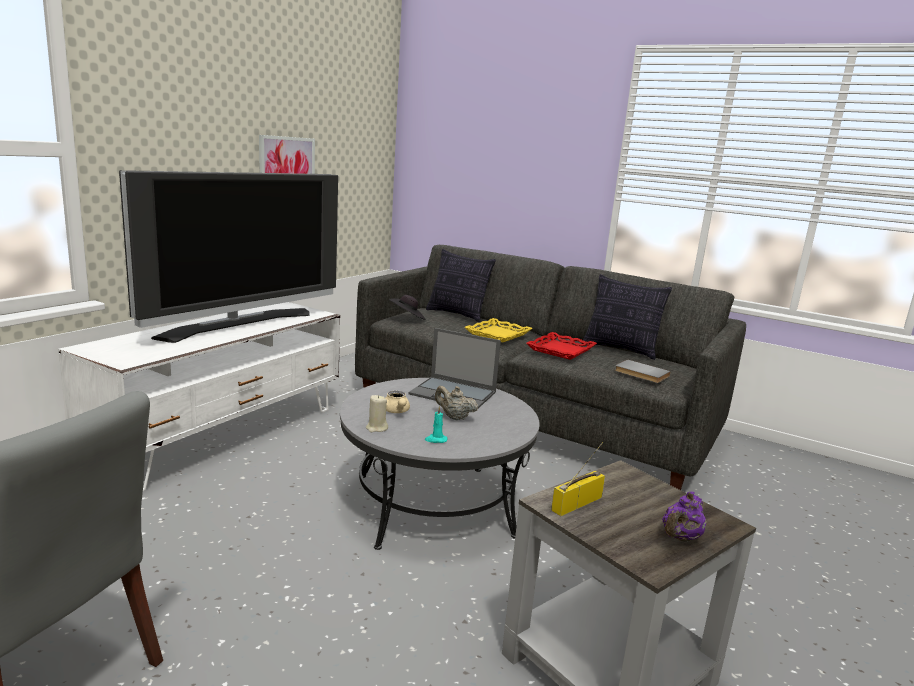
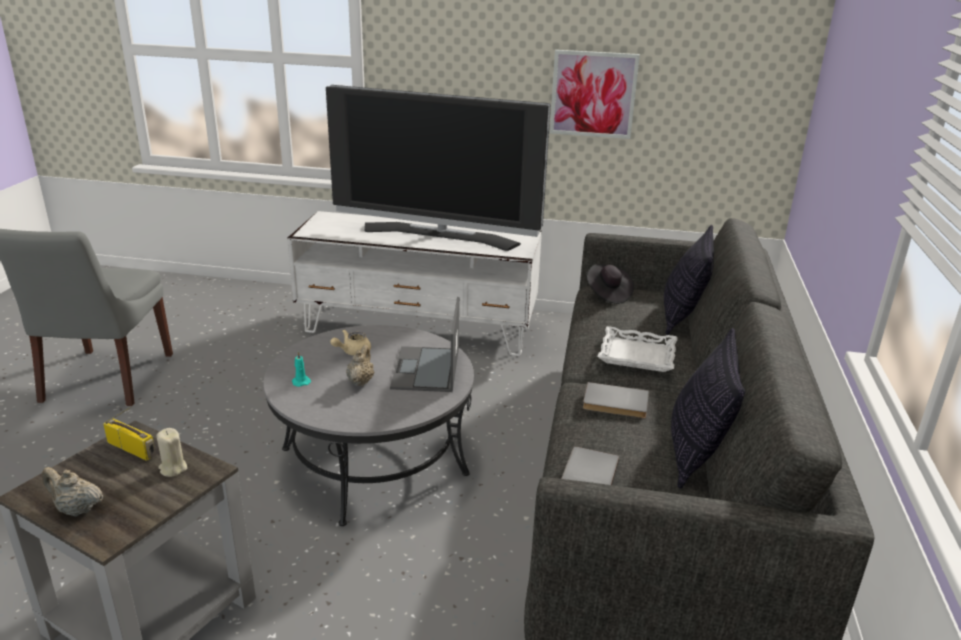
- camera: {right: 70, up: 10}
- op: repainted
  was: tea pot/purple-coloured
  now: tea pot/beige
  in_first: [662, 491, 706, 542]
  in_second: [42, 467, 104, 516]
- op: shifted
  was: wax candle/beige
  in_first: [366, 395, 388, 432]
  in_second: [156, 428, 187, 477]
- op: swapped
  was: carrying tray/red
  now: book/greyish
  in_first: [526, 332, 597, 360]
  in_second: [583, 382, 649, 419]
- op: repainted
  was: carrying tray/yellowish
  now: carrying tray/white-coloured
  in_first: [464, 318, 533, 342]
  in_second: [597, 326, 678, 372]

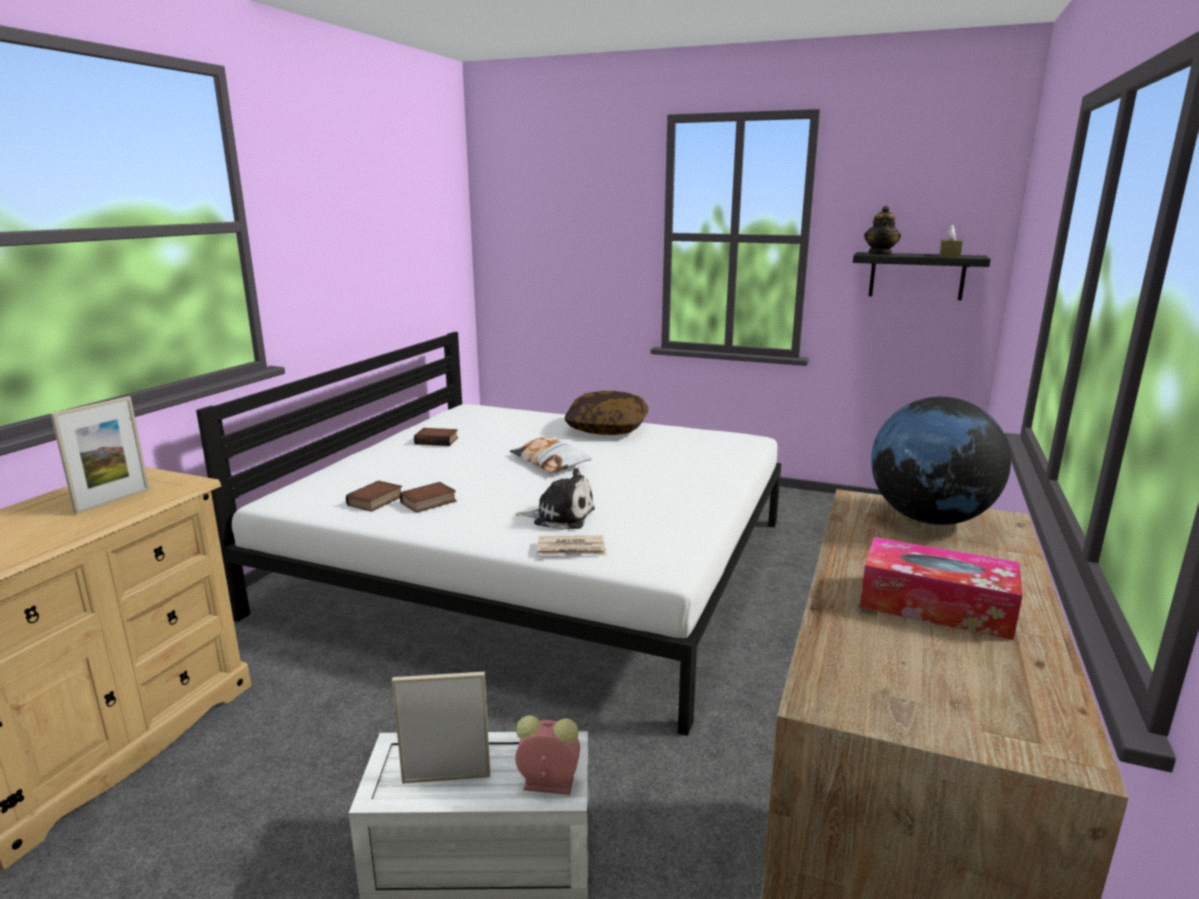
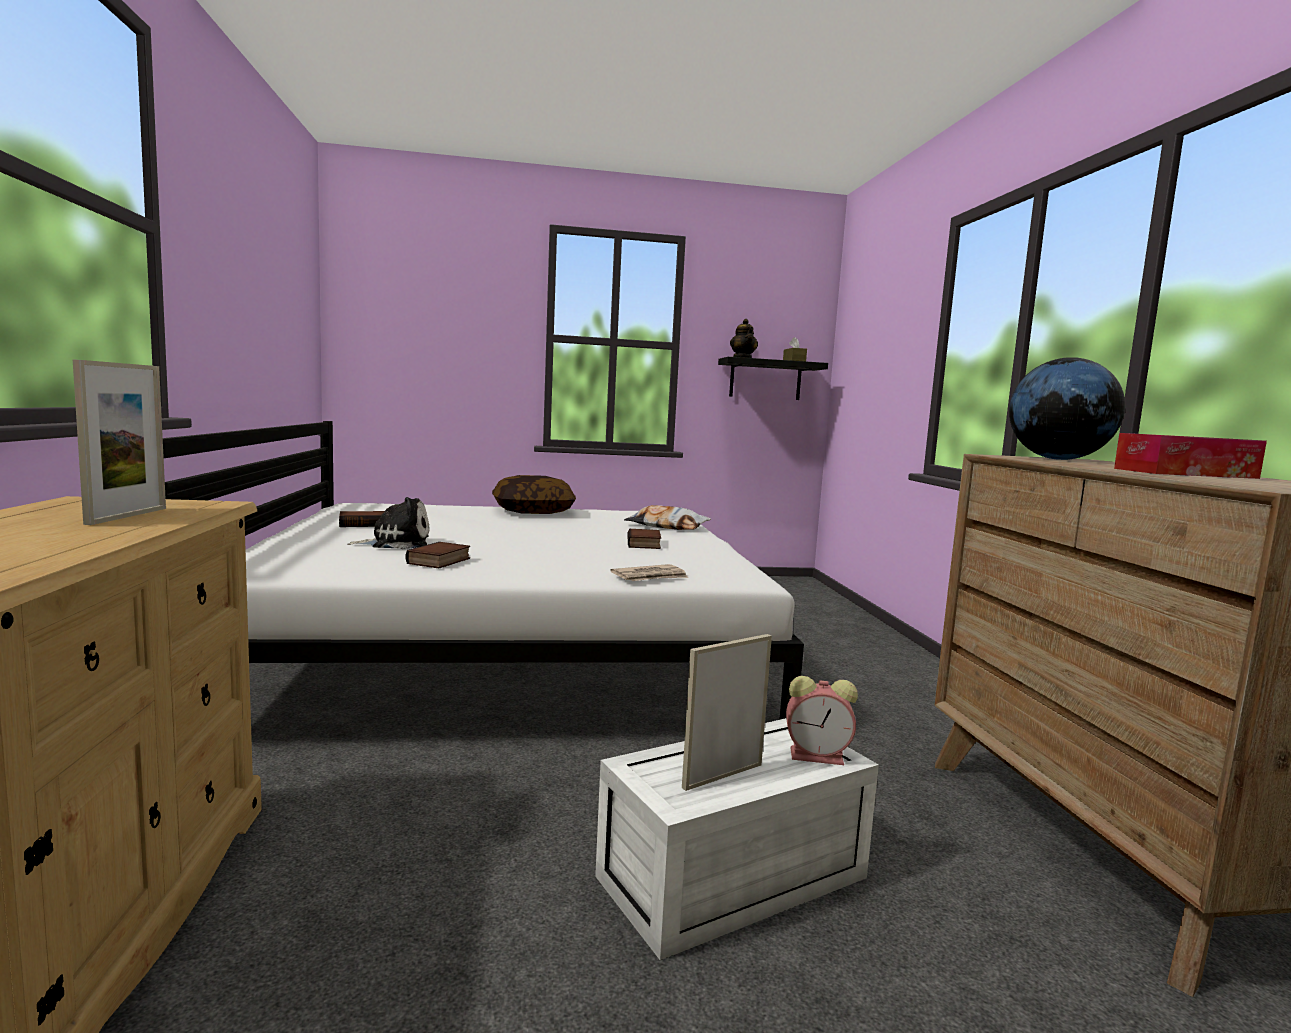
- camera: {right: -30, up: -10}
- op: shifted
  was: plush toy
  in_first: [516, 468, 595, 530]
  in_second: [348, 497, 429, 549]
- op: shifted
  was: pillow
  in_first: [509, 437, 592, 473]
  in_second: [624, 505, 711, 530]
- op: shifted
  was: book
  in_first: [346, 481, 402, 512]
  in_second: [627, 529, 661, 549]
- op: rotated
  was: table clock
  in_first: [515, 715, 580, 795]
  in_second: [786, 676, 858, 765]
  clockwise: -150

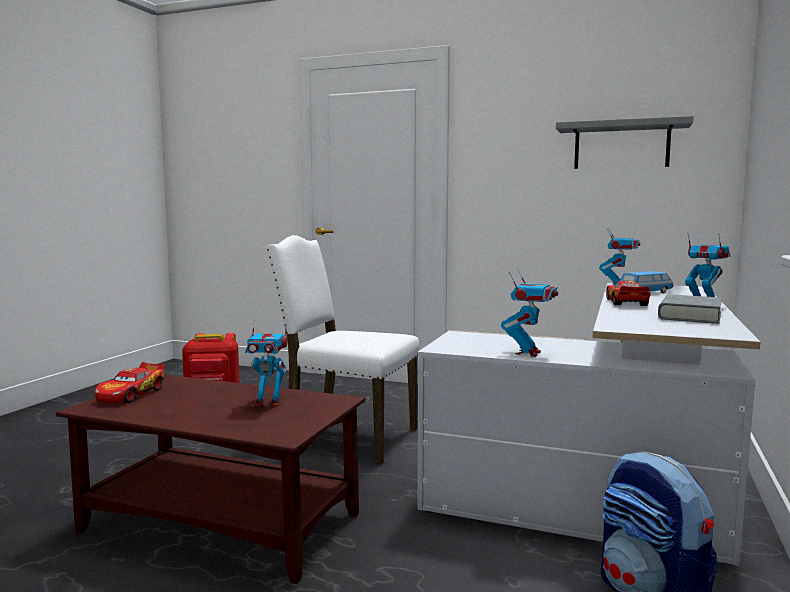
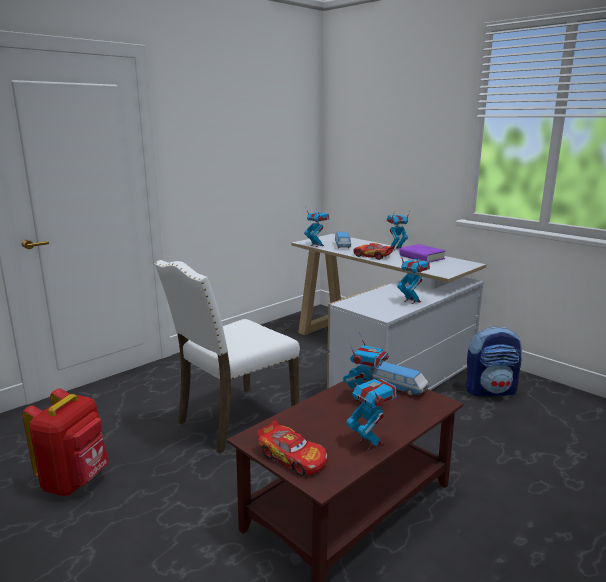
- camera: {right: -65, up: 10}
- op: new
  now: toy robot
  in_second: [346, 375, 397, 450]
- op: new
  now: toy car
  in_second: [372, 362, 429, 396]
- op: repainted
  was: book/greyish
  now: book/purple-coloured
  in_first: [658, 294, 722, 324]
  in_second: [399, 244, 446, 262]
- op: gone
  was: shelf/greyish
  in_first: [556, 116, 694, 169]

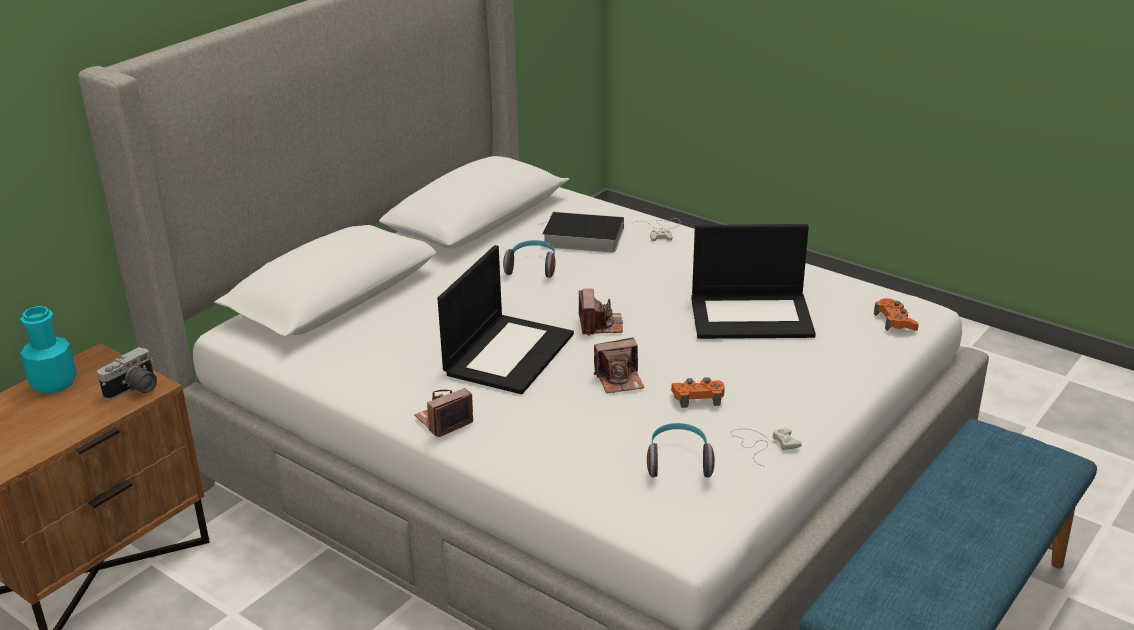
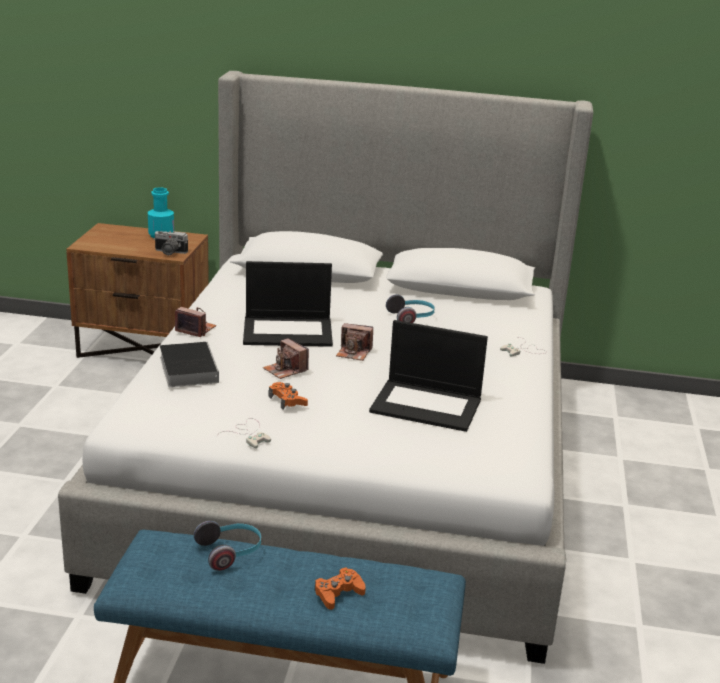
- camera: {right: 60, up: -5}
- op: shifted
  was: book
  in_first: [539, 212, 624, 253]
  in_second: [160, 342, 219, 387]
- op: shifted
  was: headphones
  in_first: [647, 423, 715, 478]
  in_second: [194, 521, 261, 571]
- op: shifted
  was: gamepad/orange
  in_first: [874, 298, 919, 331]
  in_second: [315, 567, 366, 610]
- op: rotated
  was: still camera
  in_first: [579, 289, 623, 336]
  in_second: [336, 323, 373, 361]
  clockwise: 45
- op: rotated
  was: laptop
  in_first: [691, 224, 816, 339]
  in_second: [369, 320, 488, 432]
  clockwise: -45

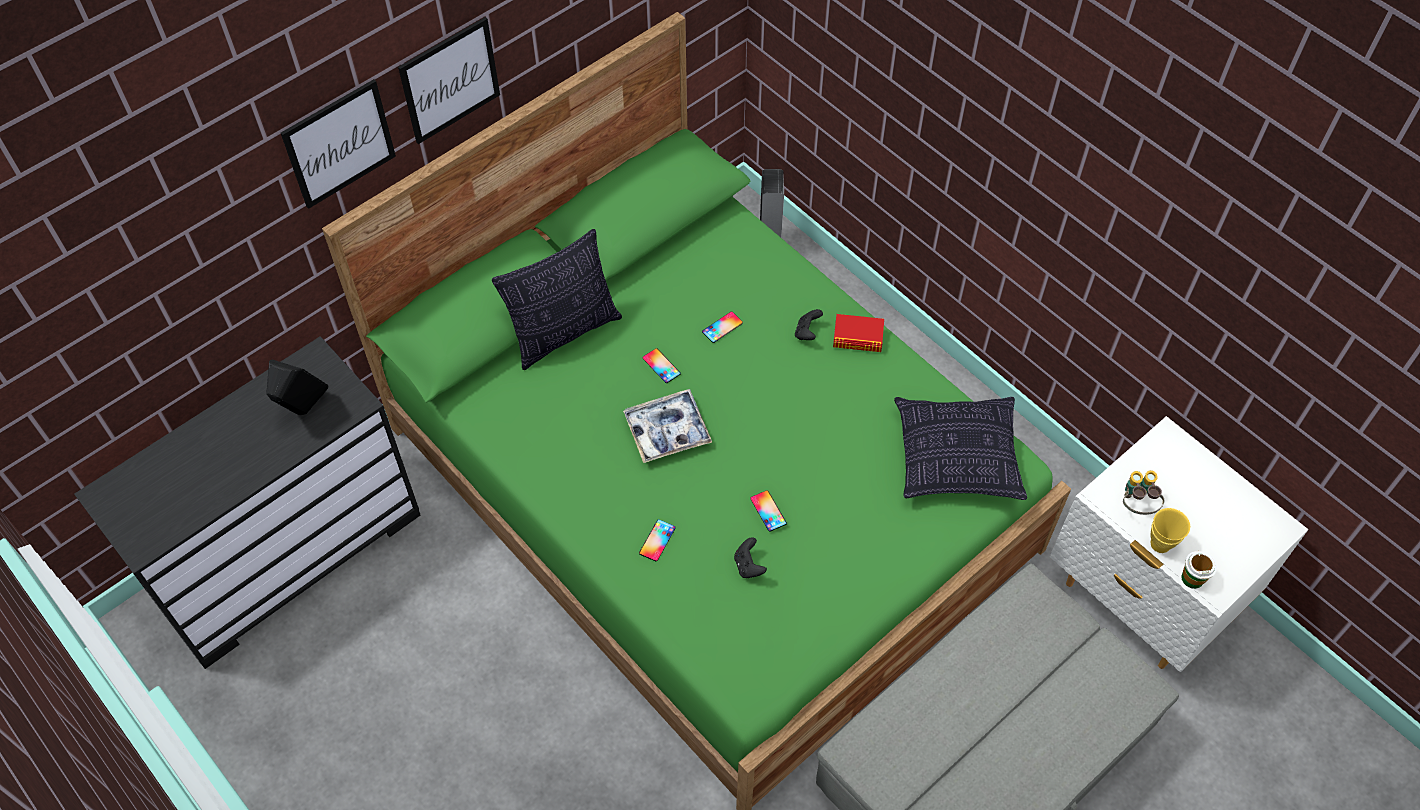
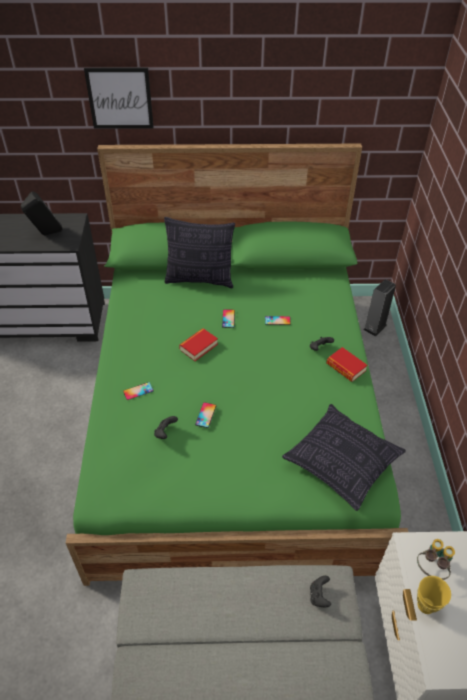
- camera: {right: 40, up: -10}
- op: swapped
  was: carrying tray
  now: book
  in_first: [623, 389, 712, 463]
  in_second: [179, 328, 218, 361]
- op: new
  now: gamepad/black-coloured
  in_second: [310, 576, 331, 607]
- op: gone
  was: wall picture
  in_first: [398, 17, 500, 144]
- op: gone
  was: small cup
  in_first: [1181, 551, 1217, 589]

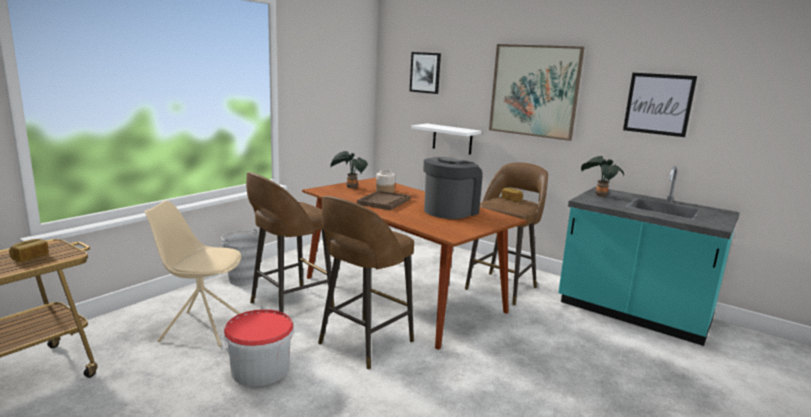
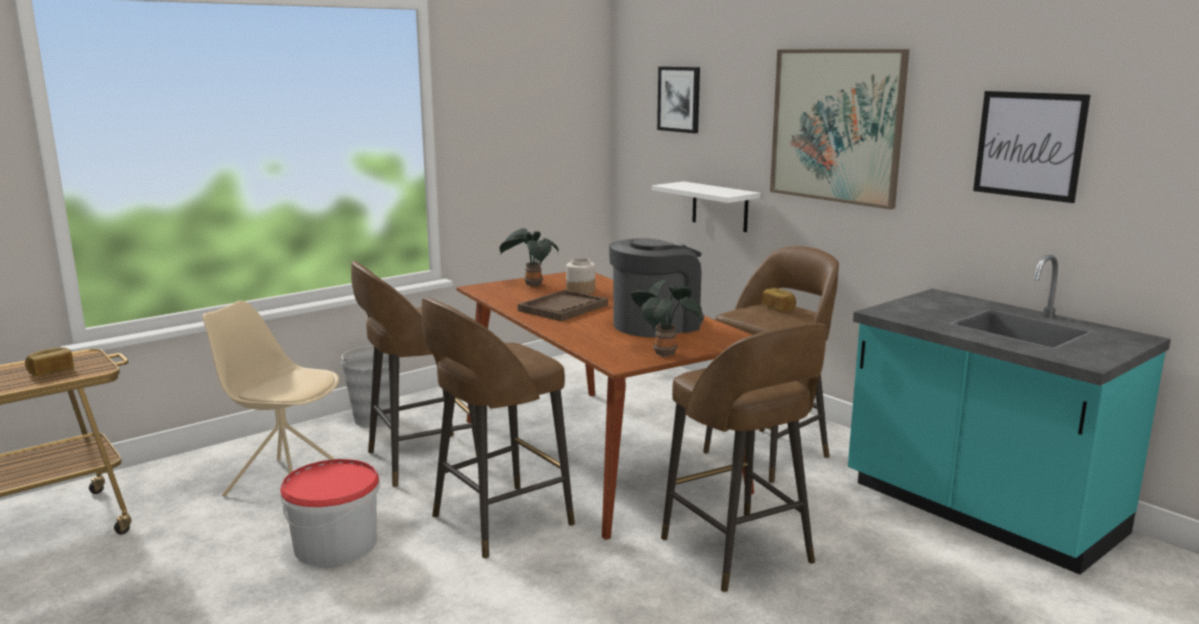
- camera: {right: 15, up: 0}
- op: shifted
  was: potted plant
  in_first: [581, 156, 624, 197]
  in_second: [630, 280, 702, 357]
- op: new
  now: stool/brown
  in_second: [661, 323, 827, 592]

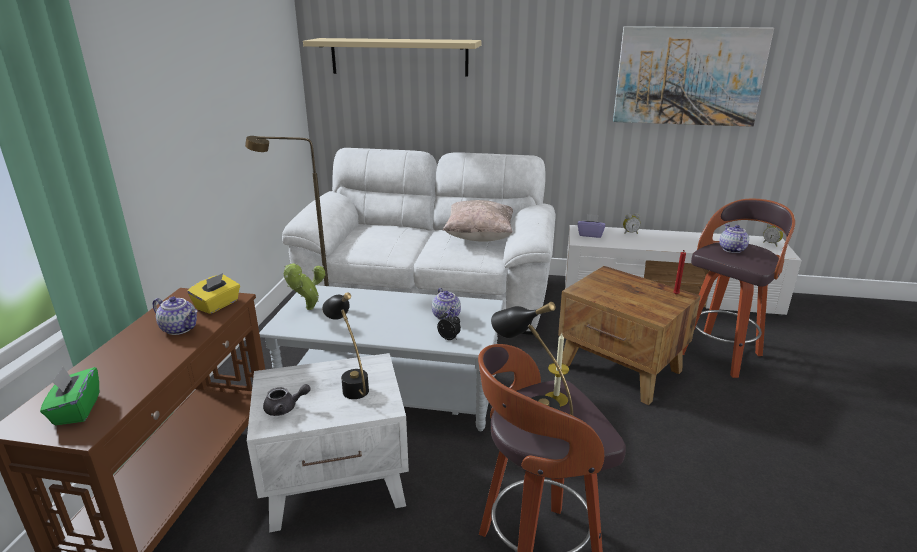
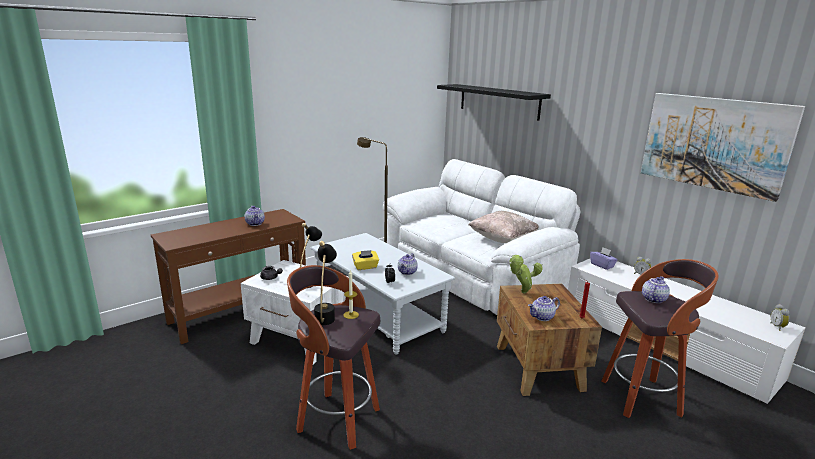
- camera: {right: 40, up: -5}
- op: shifted
  was: tissue holder/yellowish
  in_first: [187, 273, 240, 314]
  in_second: [352, 250, 379, 270]
- op: repainted
  was: shelf/beige
  now: shelf/black-coloured
  in_first: [303, 38, 481, 77]
  in_second: [437, 84, 551, 121]
- op: shifted
  was: potted plant
  in_first: [284, 263, 325, 310]
  in_second: [509, 255, 543, 294]
- op: new
  now: tea pot
  in_second: [528, 296, 560, 321]
- op: gone
  was: tissue holder/green-coloured
  in_first: [40, 367, 99, 425]

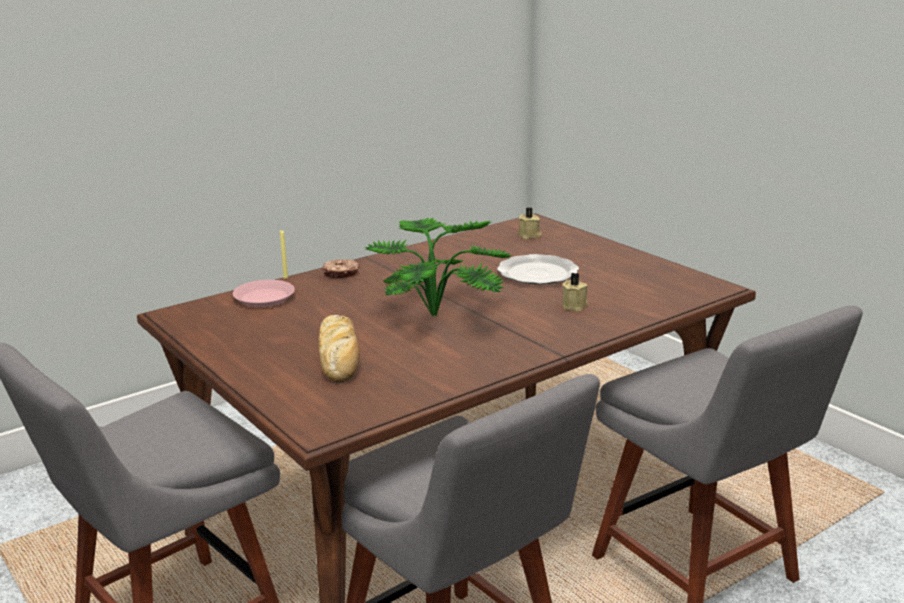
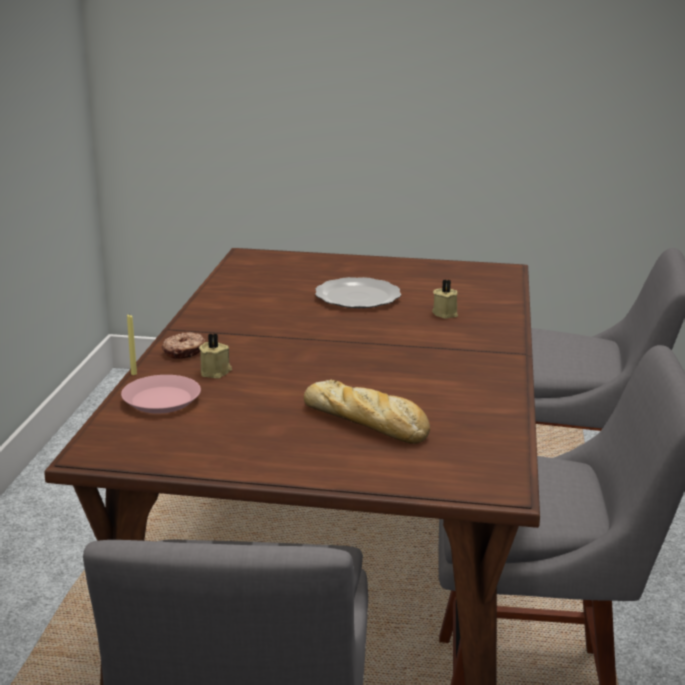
- camera: {right: -45, up: 0}
- op: shifted
  was: wax candle/beige
  in_first: [518, 207, 542, 239]
  in_second: [199, 333, 232, 378]
- op: gone
  was: potted plant
  in_first: [365, 218, 512, 317]

